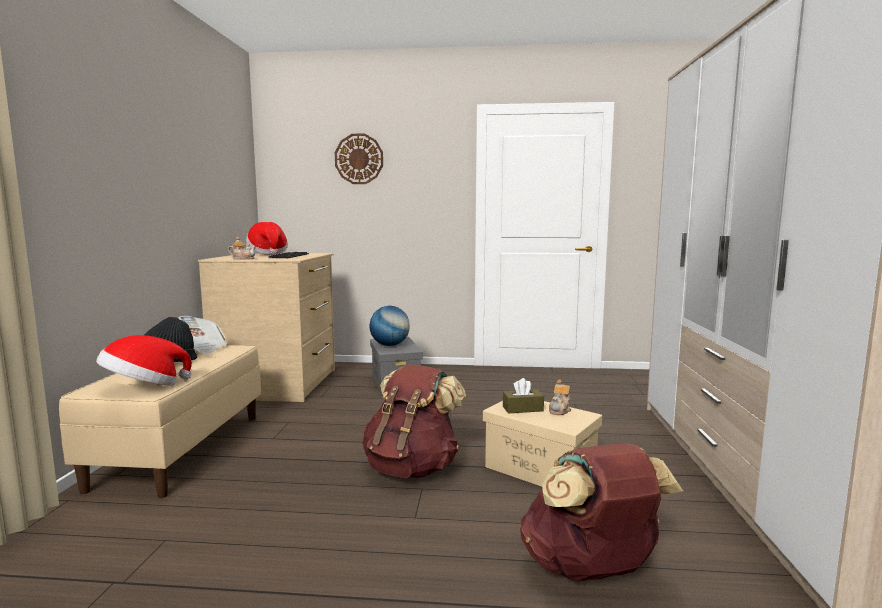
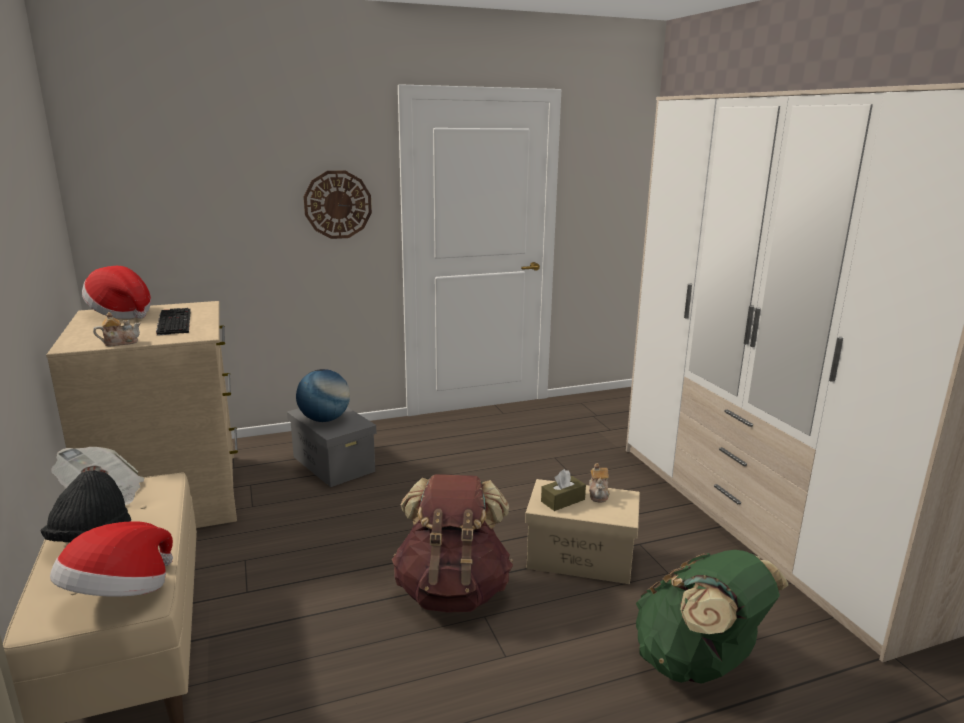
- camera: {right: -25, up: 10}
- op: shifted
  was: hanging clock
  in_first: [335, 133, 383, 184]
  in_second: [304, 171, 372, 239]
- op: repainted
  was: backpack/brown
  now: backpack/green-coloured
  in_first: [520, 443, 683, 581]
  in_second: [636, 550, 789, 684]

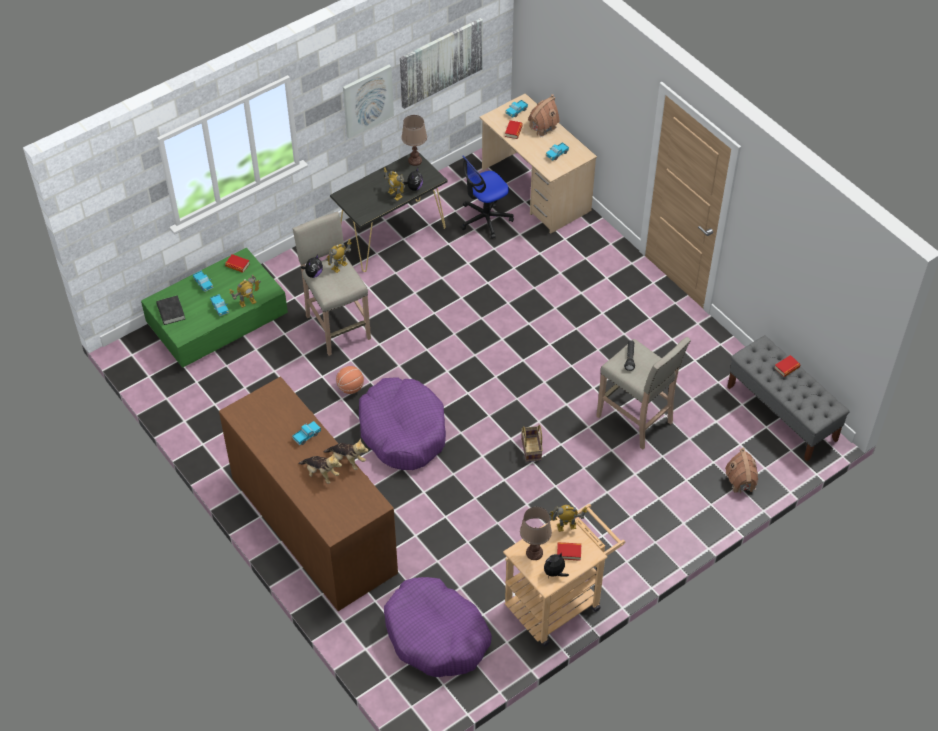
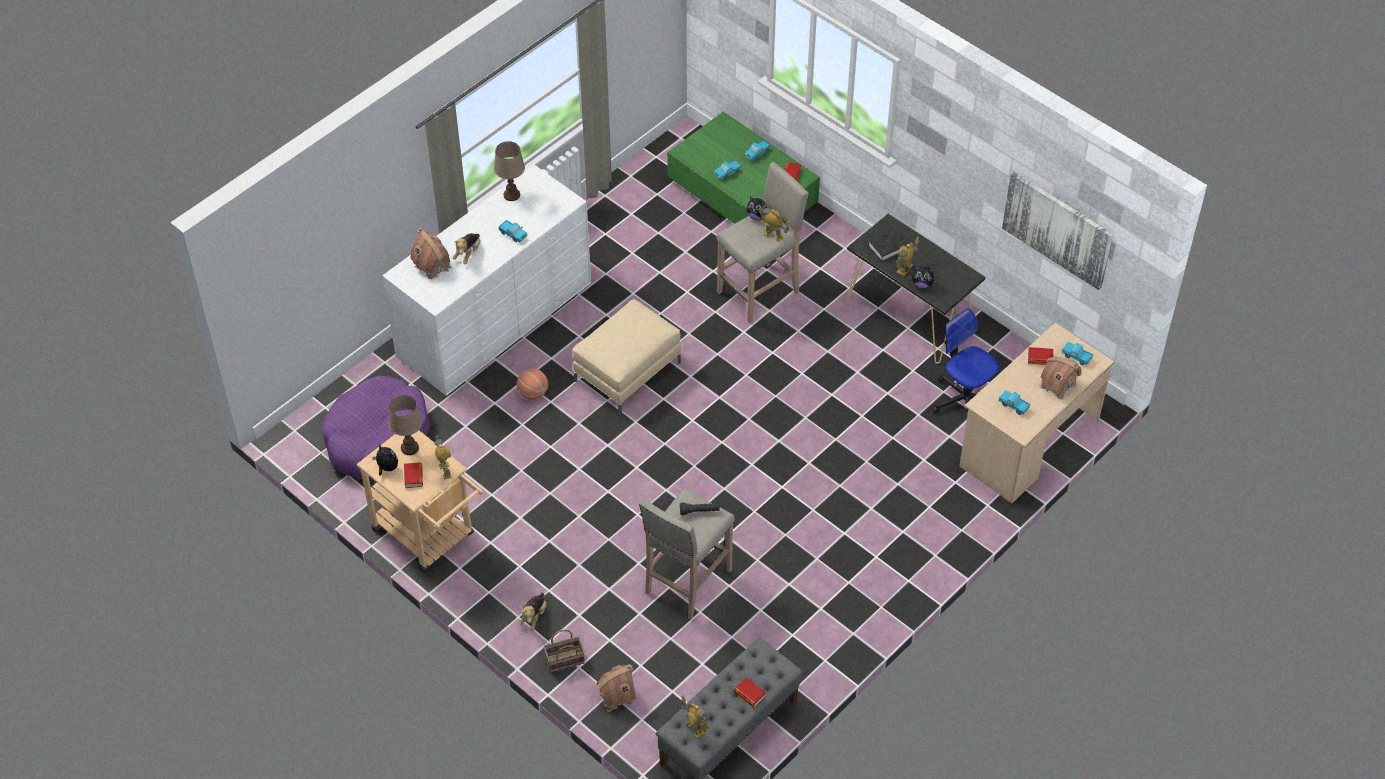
- camera: {right: 80, up: 0}
- op: repainted
  was: dresser/brown
  now: dresser/white-coloured
  in_first: [219, 376, 398, 611]
  in_second: [382, 165, 591, 396]
- op: new
  now: model house
  in_second: [410, 227, 451, 279]
- op: shifted
  was: table lamp/brown
  in_first: [401, 115, 427, 166]
  in_second: [494, 141, 525, 201]
- op: shifted
  was: basketball
  in_first: [336, 366, 364, 394]
  in_second: [517, 368, 548, 400]
- op: shifted
  was: plush toy
  in_first: [324, 438, 369, 470]
  in_second: [519, 592, 547, 630]
- op: shifted
  was: storage basket
  in_first: [521, 425, 543, 462]
  in_second: [544, 630, 585, 673]
- op: swapped
  was: dog bed/purple-coloured
  now: footrest/beige
  in_first: [359, 377, 446, 470]
  in_second: [573, 299, 681, 414]
- op: shifted
  was: toy robot
  in_first: [229, 275, 261, 308]
  in_second: [681, 695, 709, 739]
- op: shifted
  was: book/black-coloured
  in_first: [156, 295, 185, 325]
  in_second: [868, 229, 908, 262]
- op: gone
  was: wall picture
  in_first: [343, 64, 394, 138]

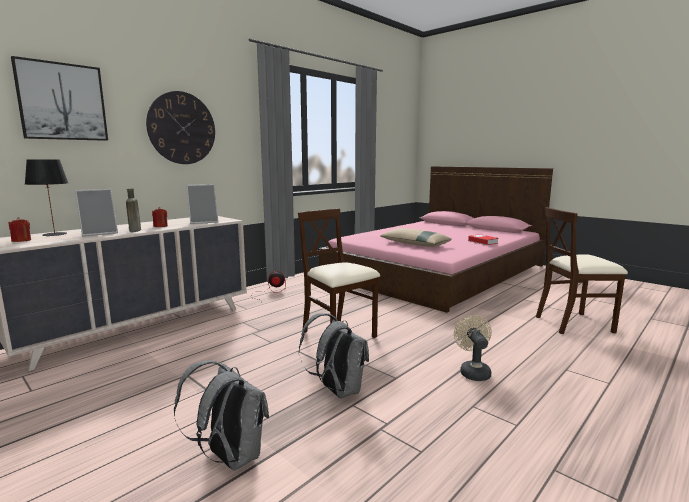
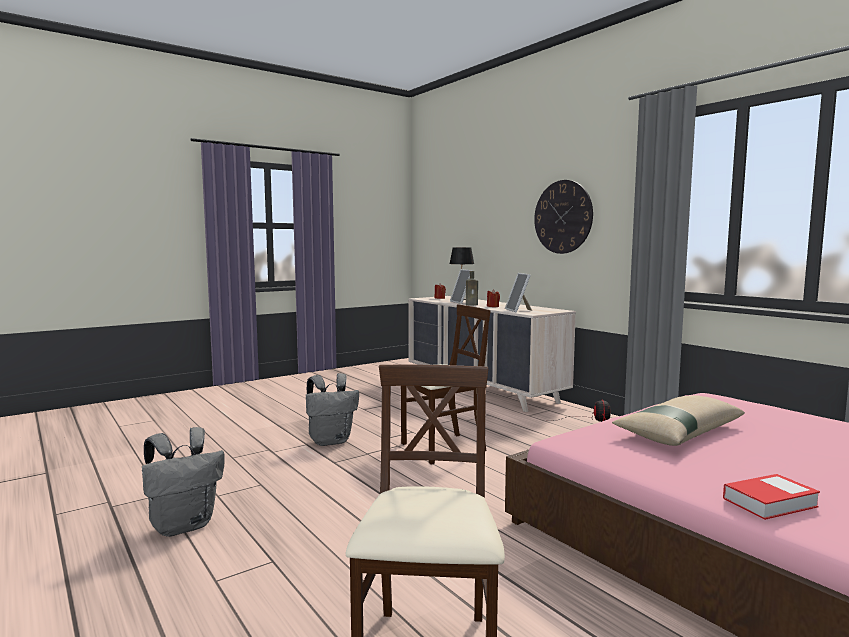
- camera: {right: 100, up: -5}
- op: shifted
  was: backpack/greyish
  in_first: [174, 360, 269, 471]
  in_second: [142, 427, 225, 537]
- op: gone
  was: wall picture
  in_first: [11, 56, 108, 141]
- op: gone
  was: fan/beige
  in_first: [454, 315, 492, 381]

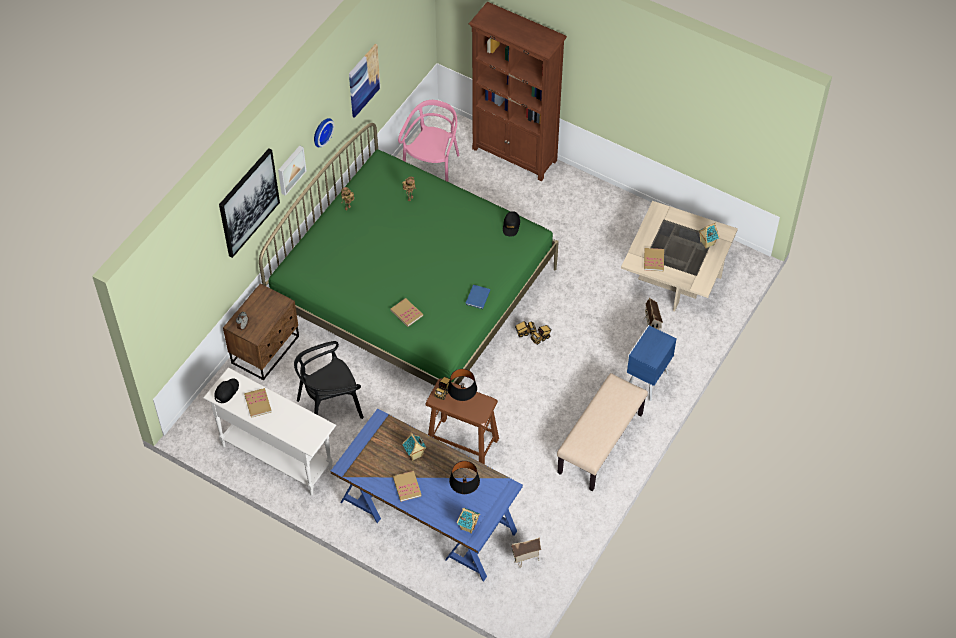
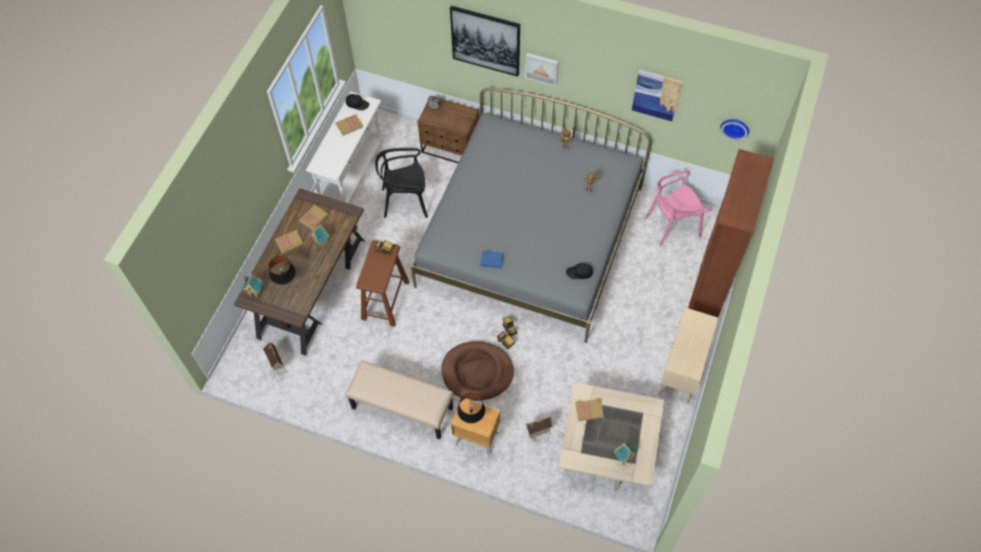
- camera: {right: 80, up: 5}
- op: repainted
  was: desk/blue-coloured
  now: desk/brown
  in_first: [331, 408, 523, 581]
  in_second: [234, 188, 364, 356]
- op: shifted
  was: book
  in_first: [390, 298, 423, 327]
  in_second: [299, 205, 329, 230]
- op: rotated
  was: chair/black-coloured
  in_first: [294, 341, 364, 419]
  in_second: [375, 148, 428, 218]
  clockwise: -60
- op: repainted
  was: bedroom bed/green-coloured
  now: bedroom bed/greyish
  in_first: [259, 123, 559, 386]
  in_second: [411, 88, 652, 343]
- op: new
  now: dog bed/brown
  in_second: [442, 341, 514, 401]
- op: repainted
  was: nightstand/blue-coloured
  now: nightstand/brown
  in_first: [626, 325, 677, 401]
  in_second: [451, 399, 500, 457]
- op: shifted
  was: table lamp/black-coloured
  in_first: [448, 369, 477, 403]
  in_second: [457, 393, 485, 423]
- op: rotated
  was: chair/pink
  in_first: [398, 100, 460, 182]
  in_second: [644, 170, 711, 246]
  clockwise: 150
- op: new
  now: storage cabinet/beige
  in_second: [658, 307, 718, 405]
- op: shifted
  was: hanging clock
  in_first: [314, 118, 334, 147]
  in_second: [720, 119, 749, 140]

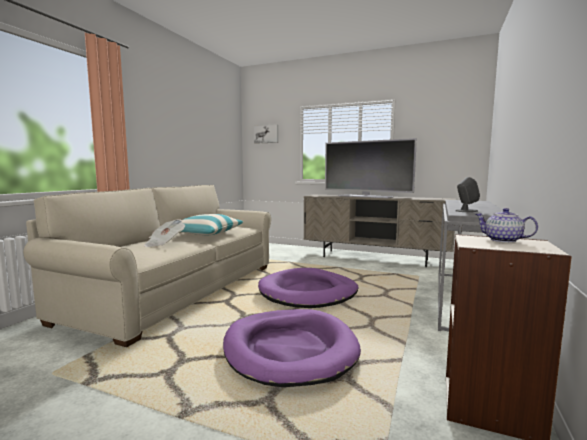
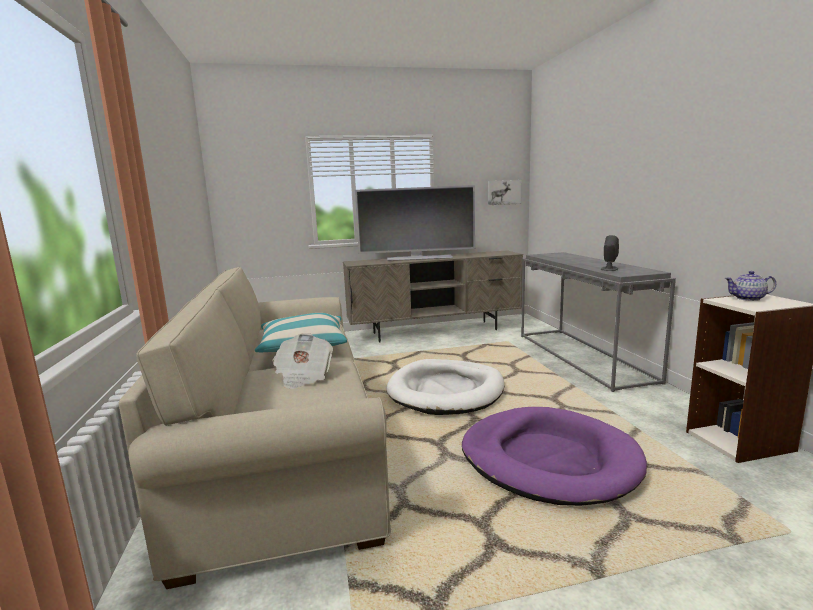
- camera: {right: -35, up: 5}
- op: repainted
  was: dog bed/purple-coloured
  now: dog bed/white-coloured
  in_first: [258, 268, 358, 308]
  in_second: [387, 359, 504, 415]
- op: shifted
  was: wall picture
  in_first: [254, 124, 278, 144]
  in_second: [488, 180, 522, 205]

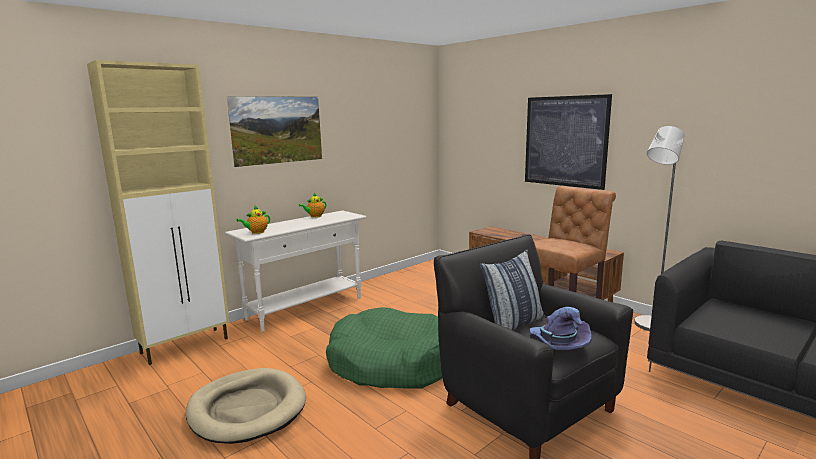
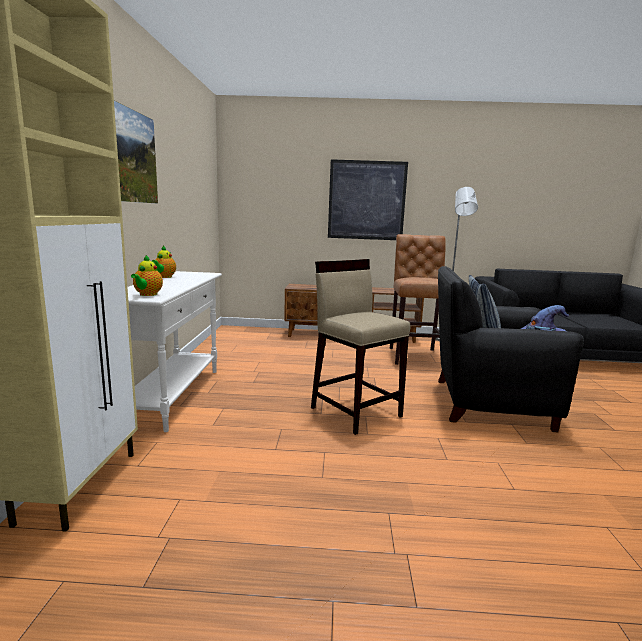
- camera: {right: -45, up: 0}
- op: swapped
  was: dog bed/green-coloured
  now: stool/beige
  in_first: [326, 307, 442, 389]
  in_second: [311, 259, 410, 435]
- op: gone
  was: dog bed/beige
  in_first: [186, 368, 306, 444]

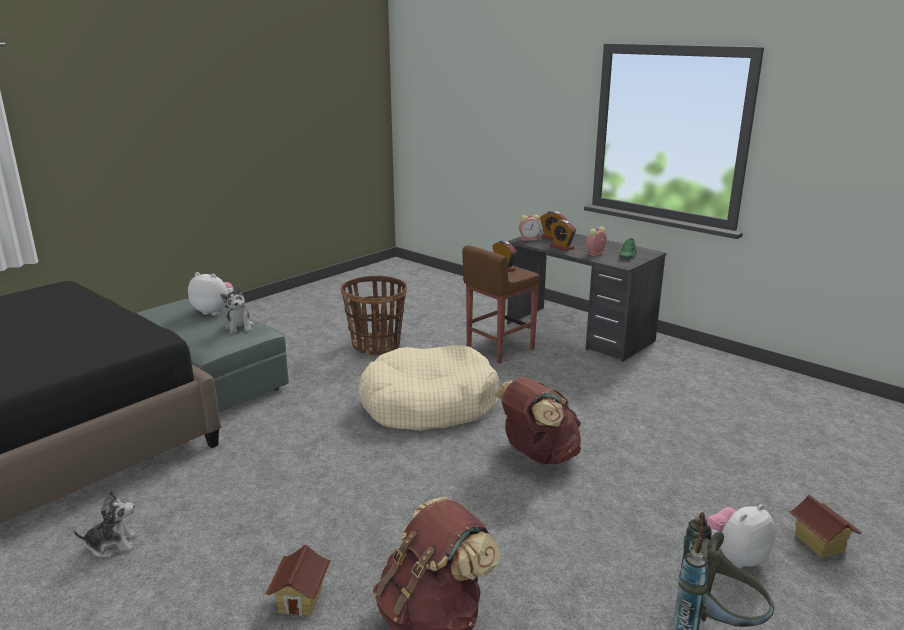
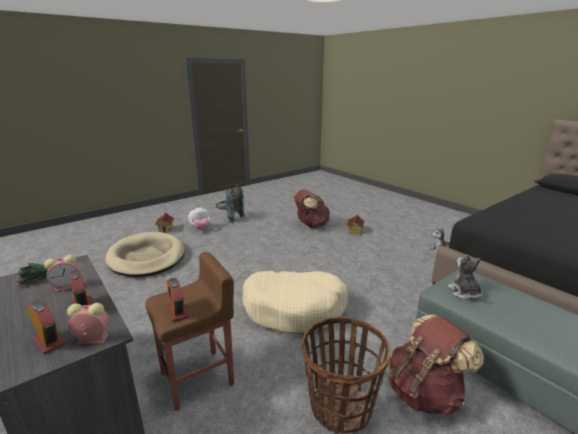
- camera: {right: -170, up: 0}
- op: new
  now: dog bed/beige
  in_second: [105, 232, 185, 277]
- op: shifted
  was: backpack/brown
  in_first: [493, 377, 581, 464]
  in_second: [389, 314, 484, 416]
- op: gone
  was: plush toy
  in_first: [188, 272, 234, 315]

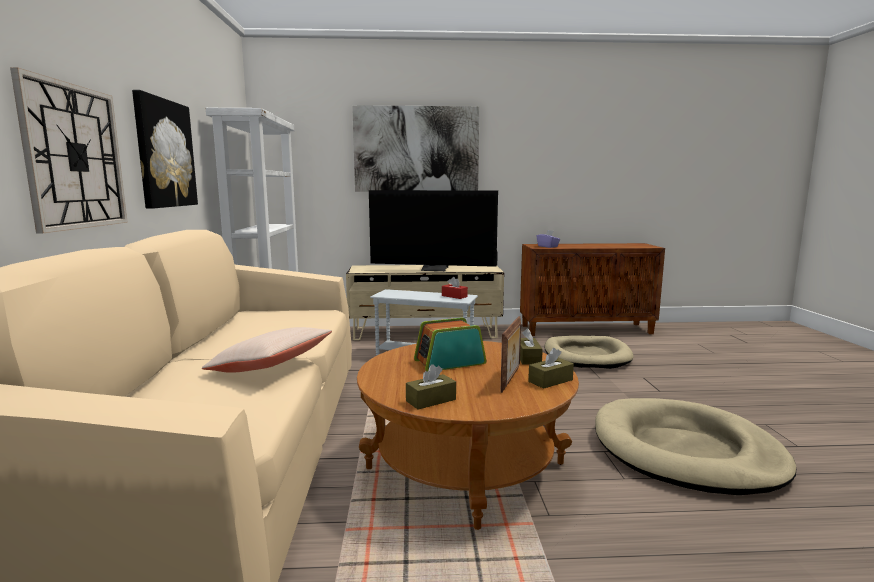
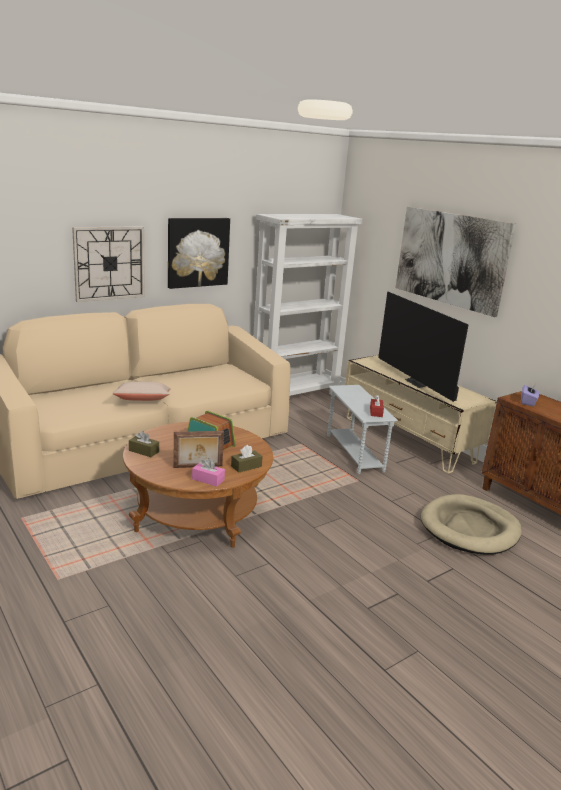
- camera: {right: 55, up: 10}
- op: repainted
  was: tissue holder/brown
  now: tissue holder/pink
  in_first: [528, 348, 574, 389]
  in_second: [192, 458, 225, 487]
- op: gone
  was: dog bed/beige
  in_first: [595, 398, 796, 495]

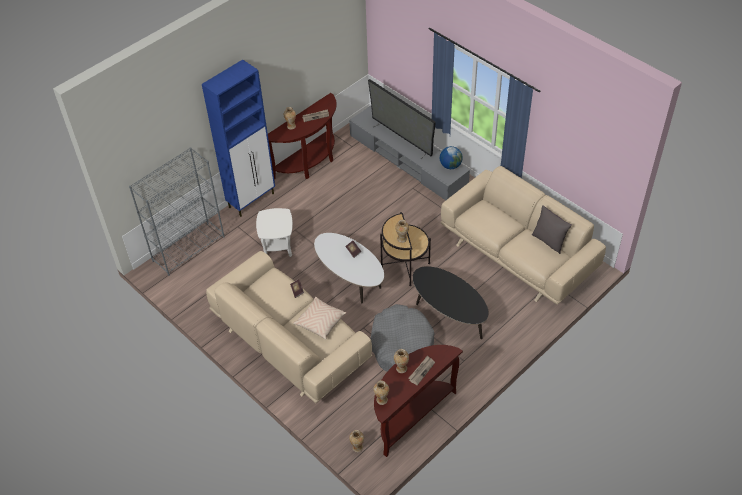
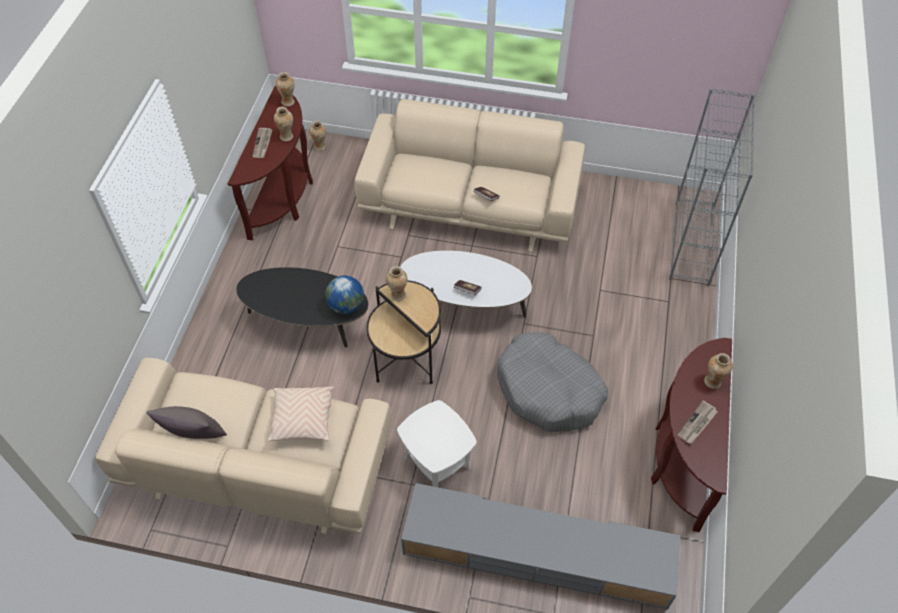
- camera: {right: 145, up: 5}
- op: shifted
  was: pillow/beige
  in_first: [293, 297, 347, 339]
  in_second: [268, 387, 334, 441]
- op: shifted
  was: desk globe
  in_first: [440, 146, 463, 169]
  in_second: [325, 276, 364, 314]
- op: shifted
  was: end table/white-coloured
  in_first: [256, 208, 293, 257]
  in_second: [397, 400, 477, 487]
- op: shifted
  was: dog bed/greyish
  in_first: [370, 304, 434, 372]
  in_second: [498, 332, 608, 432]
- op: gone
  was: storage cabinet/blue-coloured
  in_first: [202, 59, 275, 217]
- op: gone
  was: TV set
  in_first: [368, 79, 436, 159]

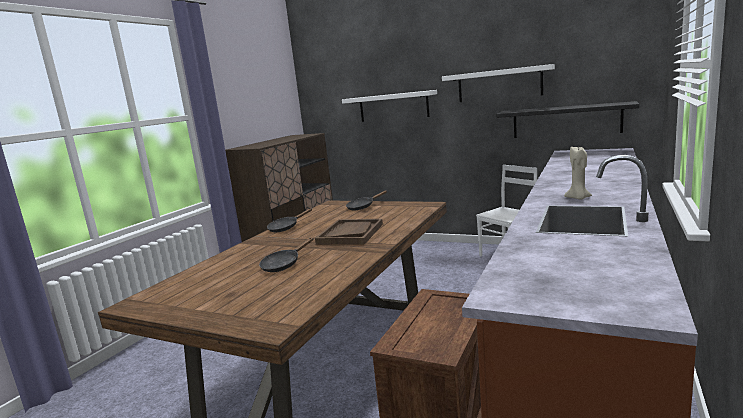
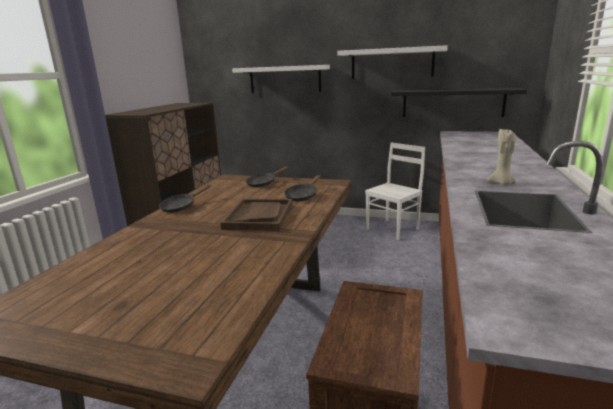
- camera: {right: -10, up: 5}
- op: shifted
  was: skillet/black-coloured
  in_first: [259, 237, 313, 272]
  in_second: [284, 175, 320, 201]

